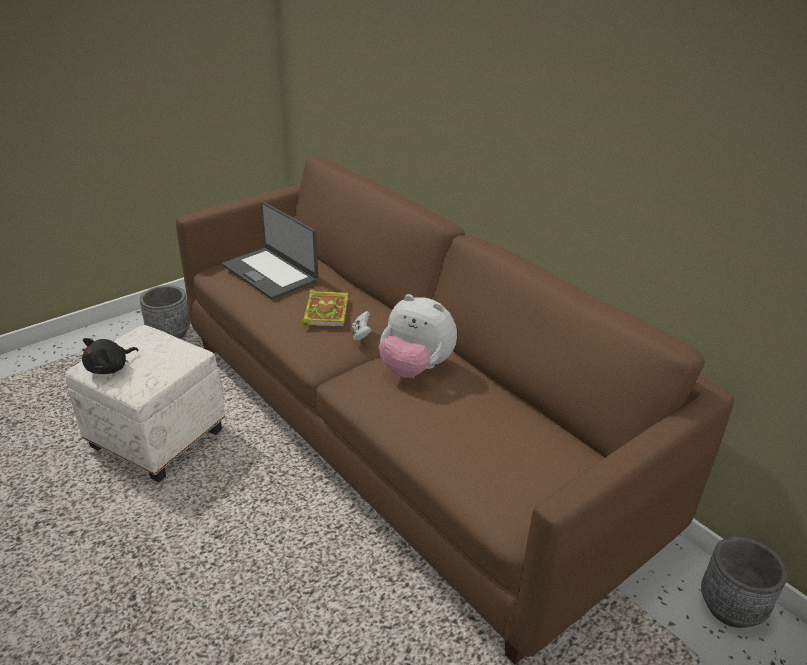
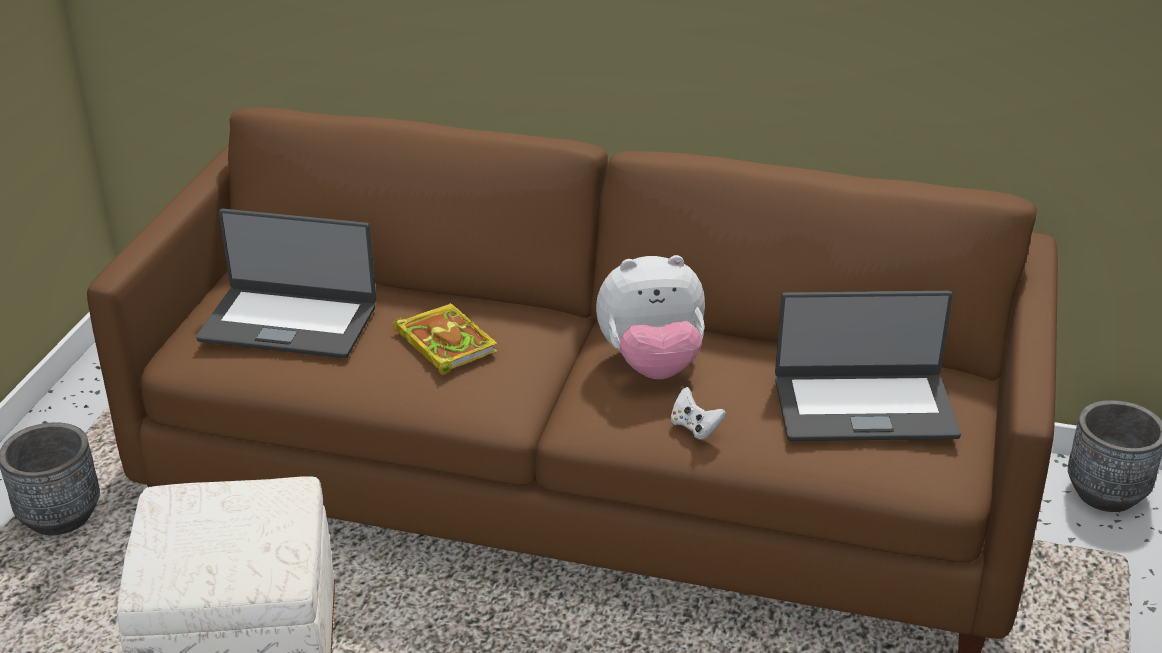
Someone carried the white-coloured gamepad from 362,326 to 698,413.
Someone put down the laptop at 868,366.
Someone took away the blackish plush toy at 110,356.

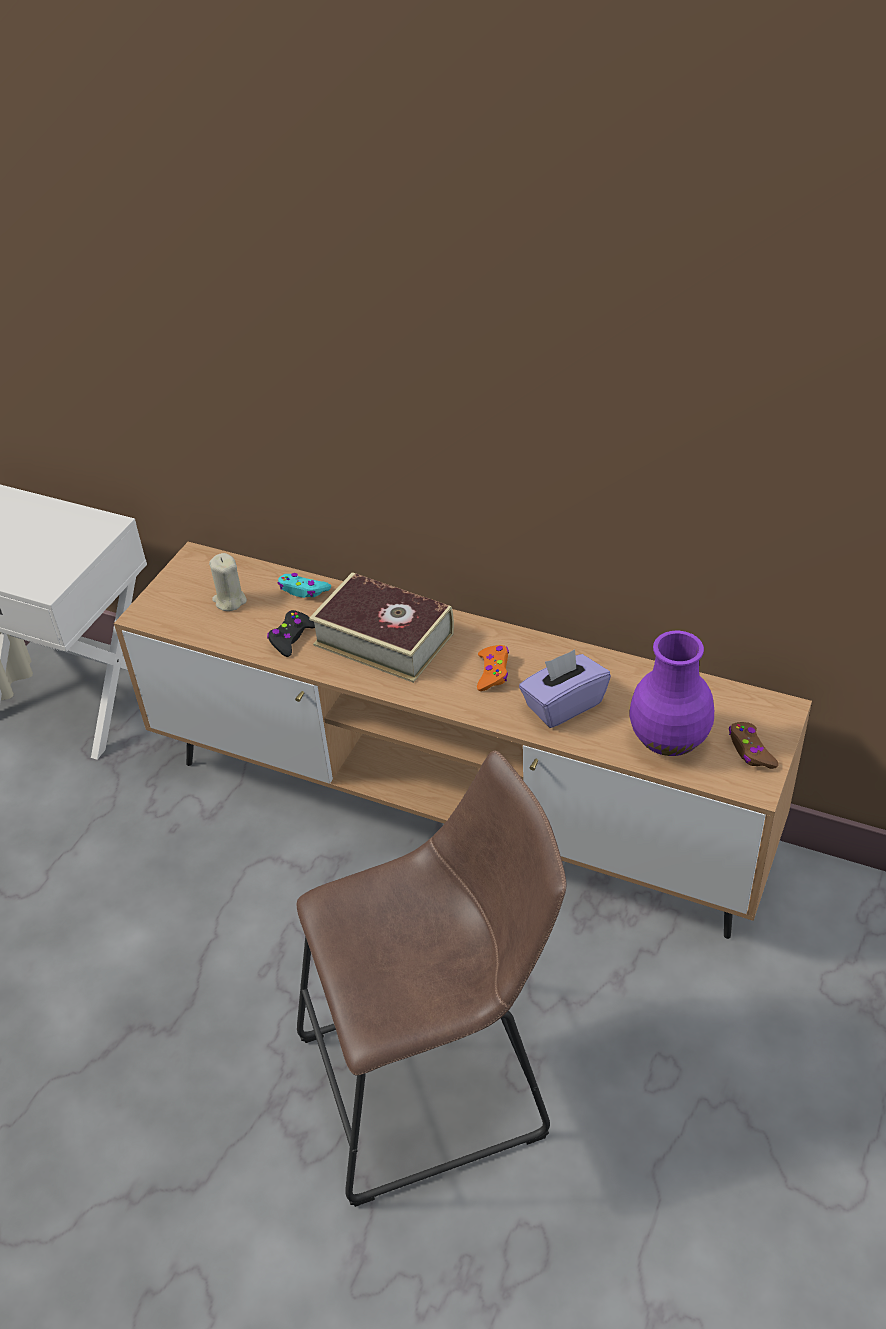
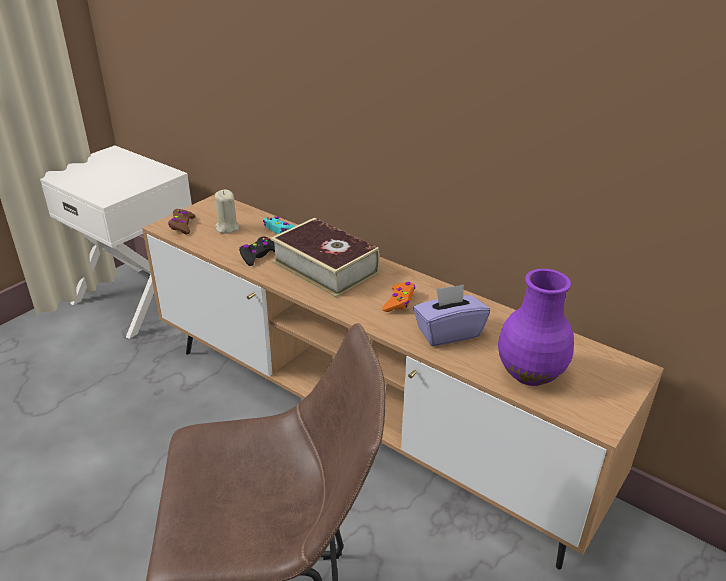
Someone carried the brownish gamepad from 754,745 to 182,221.

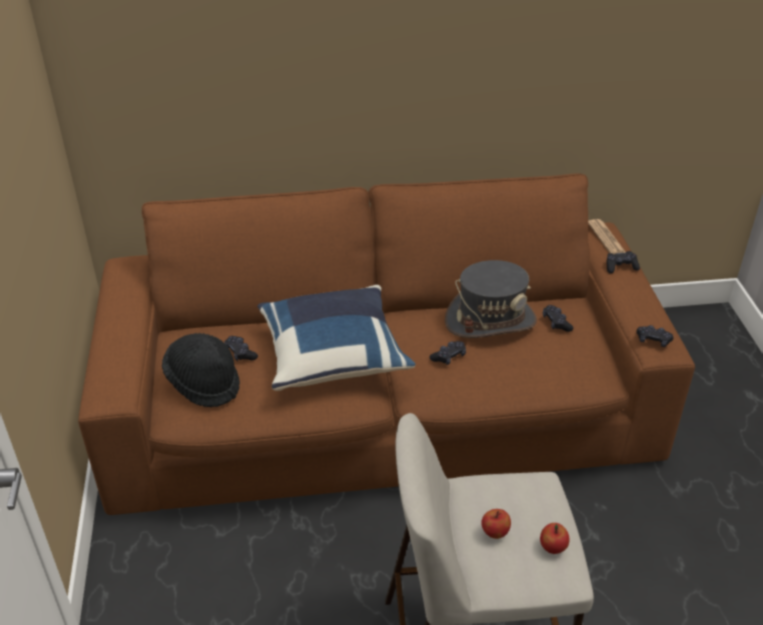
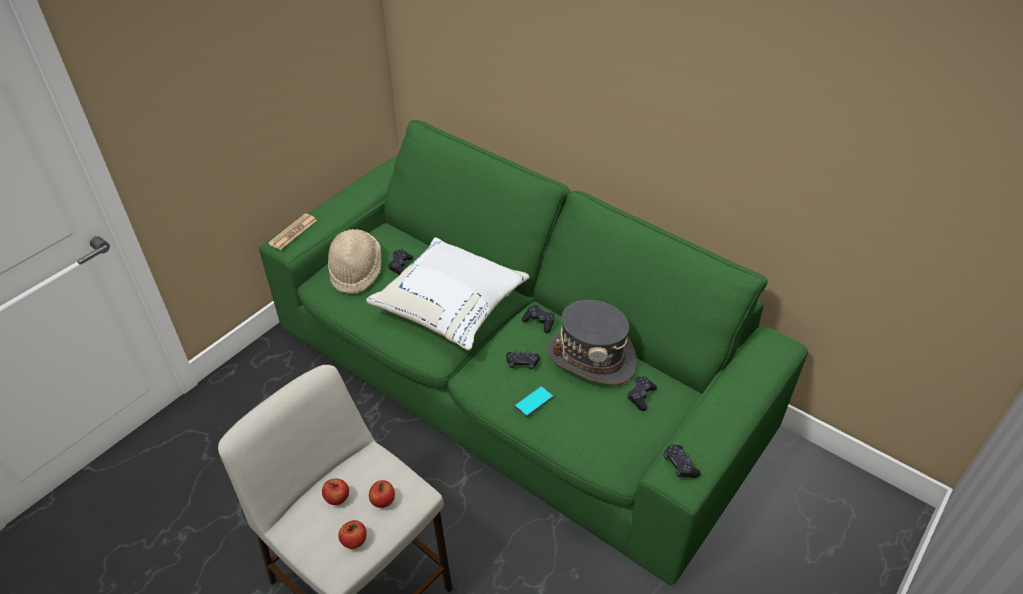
Someone repainted the brownish sofa at 386,344, which became the greenish sofa at 533,352.
Someone carried the daily paper from 607,236 to 292,232.
Someone repainted the blackish clothing hat at 201,370, which became the beige-coloured clothing hat at 354,261.
Someone repainted the blue-coloured cushion at 336,338, which became the white-coloured cushion at 447,294.
Someone put down the whole apple at 382,494.
Someone put down the telephone at 534,401.
Someone carried the blackish gamepad from 623,262 to 538,319.

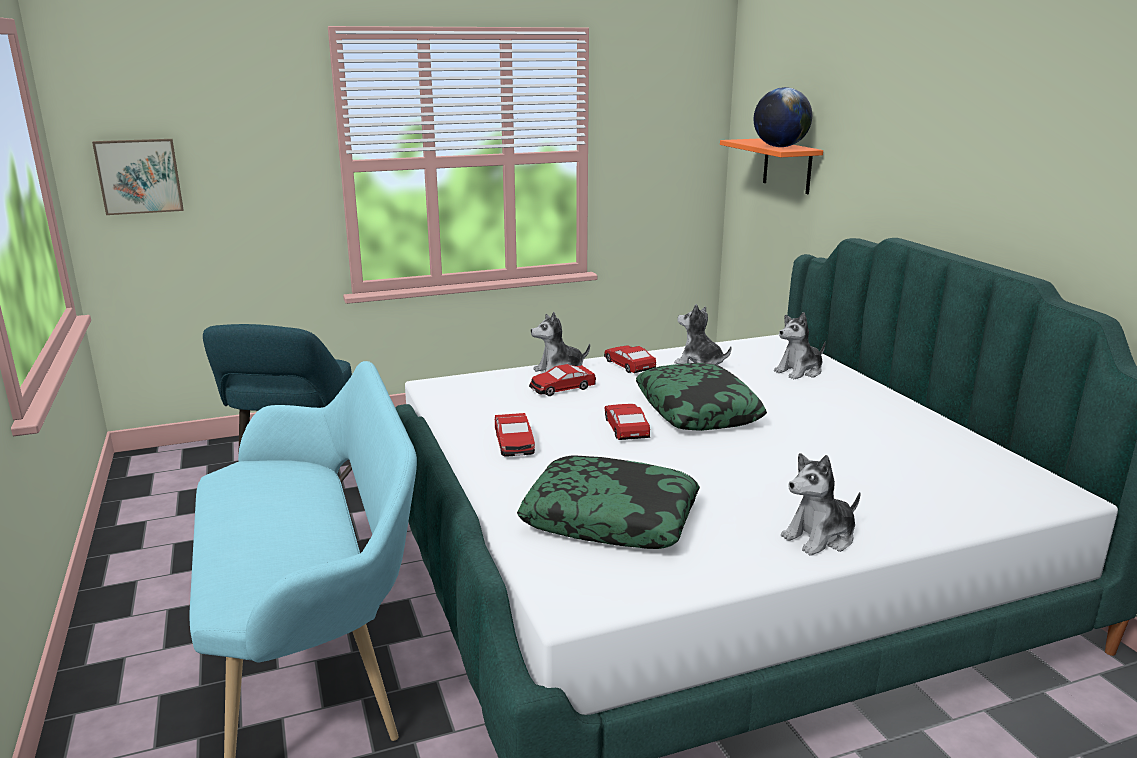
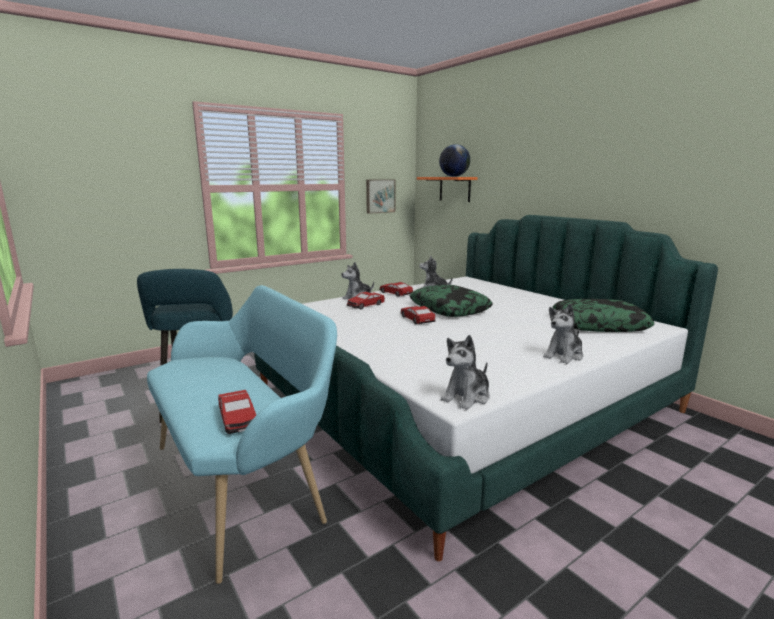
Someone carried the miniature car from 515,435 to 237,412.
Someone carried the picture from 138,177 to 381,197.
Someone carried the plush toy from 800,345 to 465,372.
Someone carried the cushion from 608,502 to 604,315.

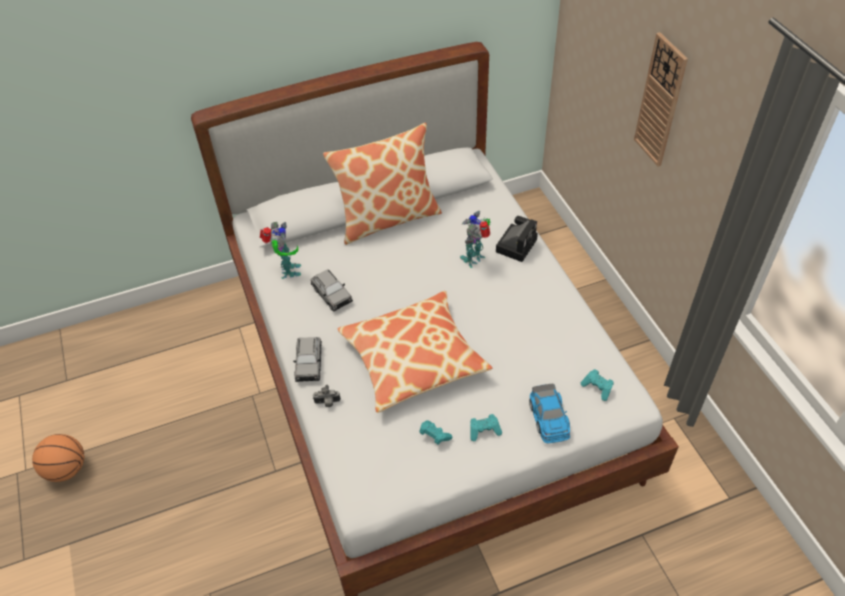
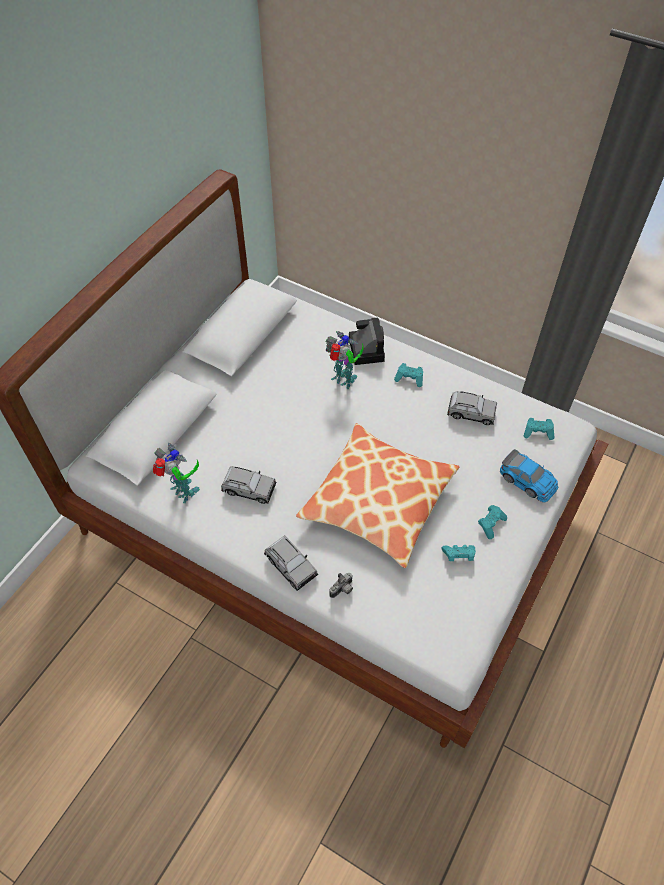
Someone rotated the toy robot at 475,239 by 120 degrees clockwise.
Someone put down the turquoise-coloured gamepad at 408,375.
Someone put down the gray miniature car at 472,408.
Someone took away the ball for basketball at 58,458.
Someone took away the cushion at 382,184.
Someone took away the hanging clock at 661,99.

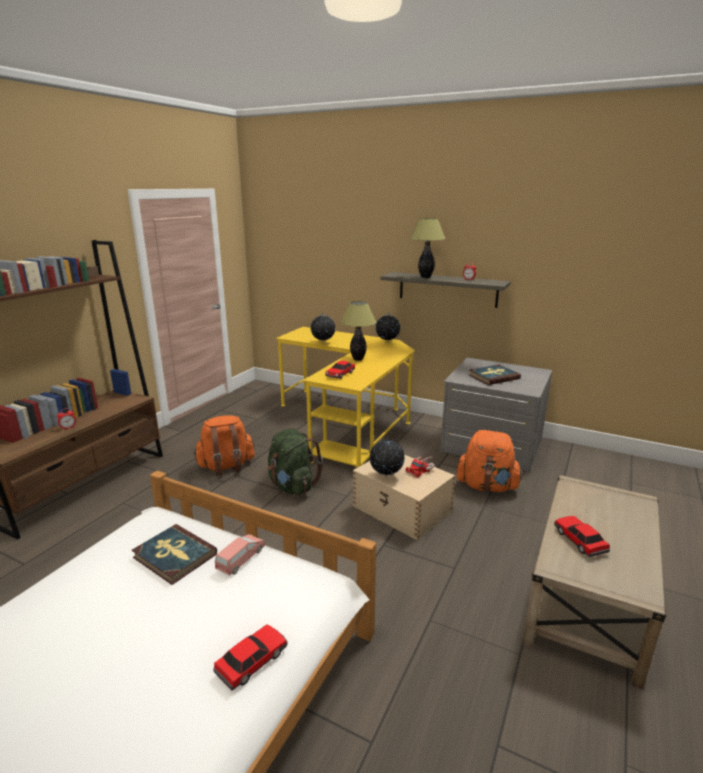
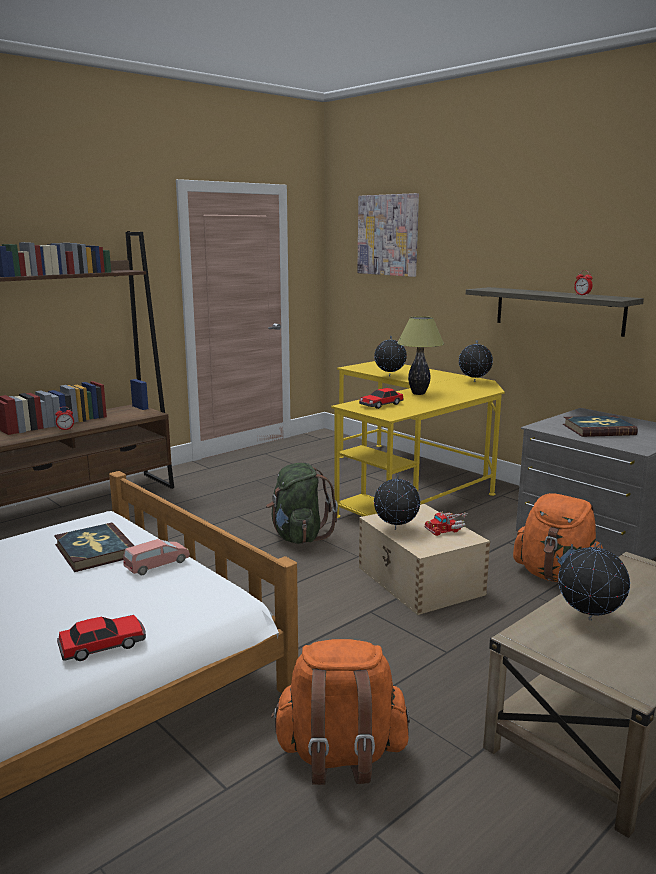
Someone carried the orange backpack from 224,446 to 340,712.
Someone put up the picture at 388,235.
Someone swapped the miniature car at 582,536 for the world globe at 594,581.
Someone took away the lamp for a table at 427,248.

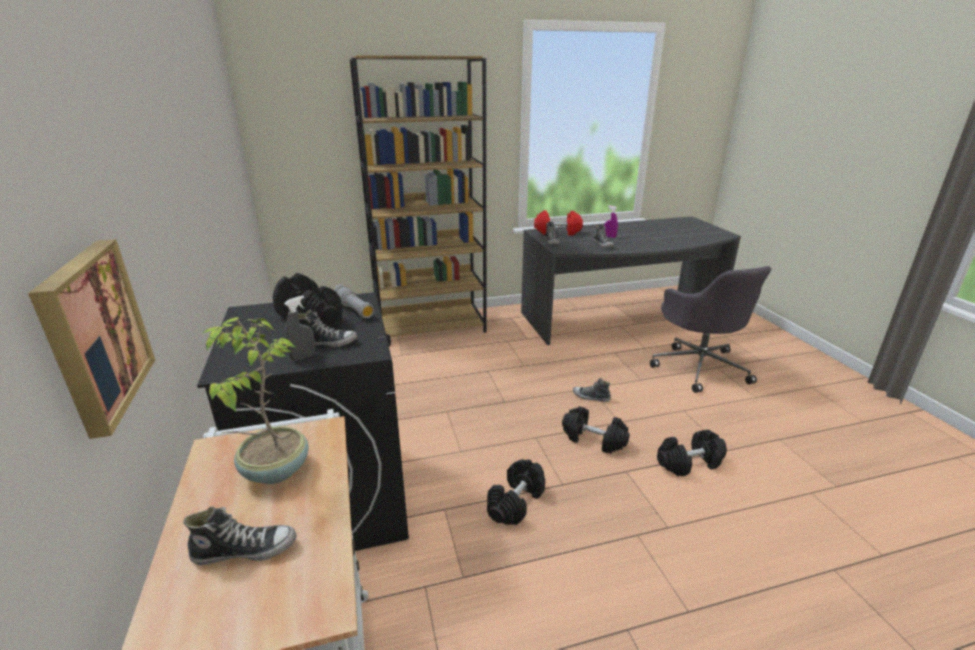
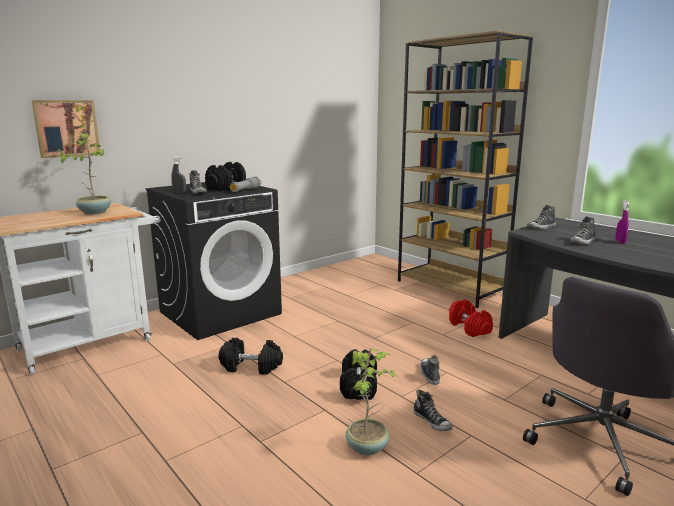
Someone swapped the blackish dumbbell at 692,453 for the plant in a pot at 372,401.
Someone carried the shoe from 239,536 to 432,410.
Someone carried the red dumbbell from 558,223 to 471,318.

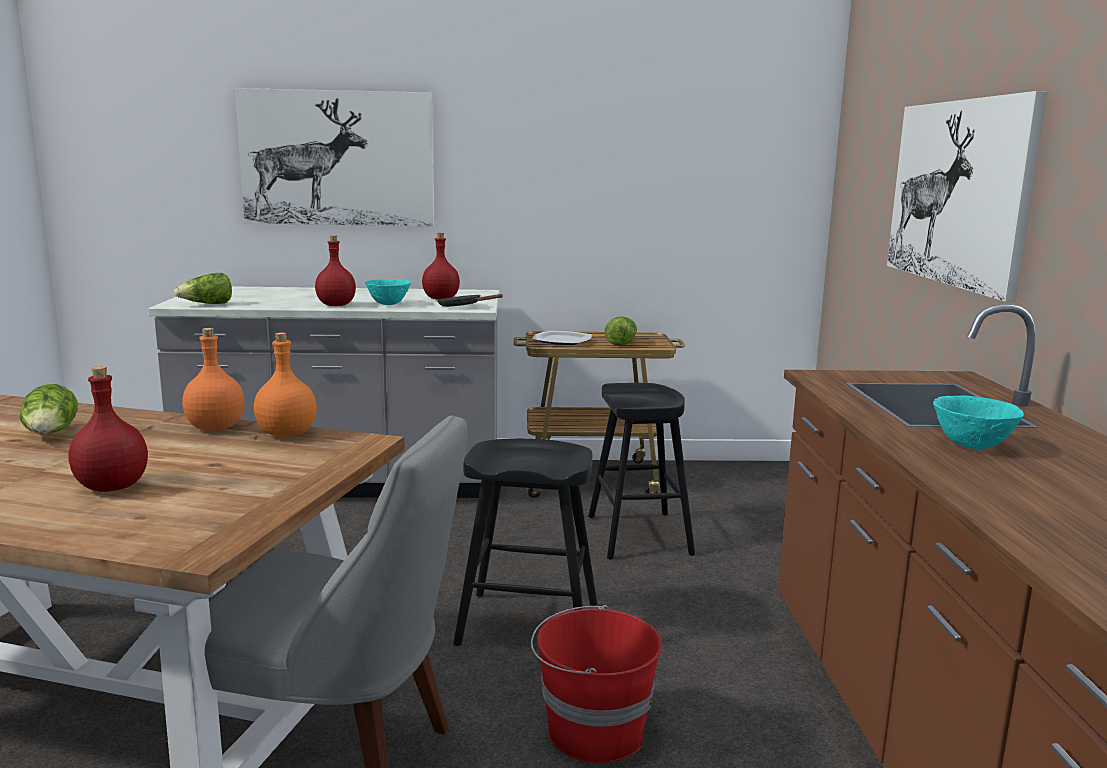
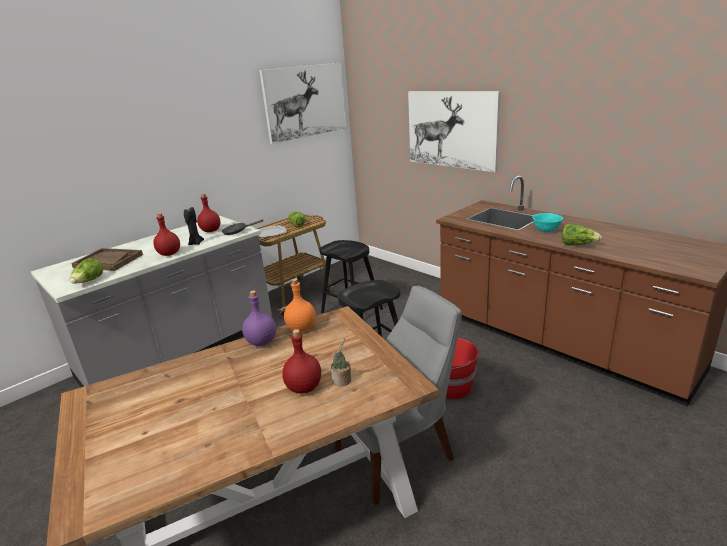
Someone put down the brownish serving tray at 107,259.
Someone swapped the turquoise-coloured serving bowl at 388,292 for the blackish wax light at 194,226.
Someone repainted the orange drink bottle at 213,379, which became the purple-coloured drink bottle at 259,318.
Someone carried the picture from 334,157 to 302,103.
Someone put down the plant in a pot at 340,362.
Someone carried the head of lettuce from 49,409 to 582,234.

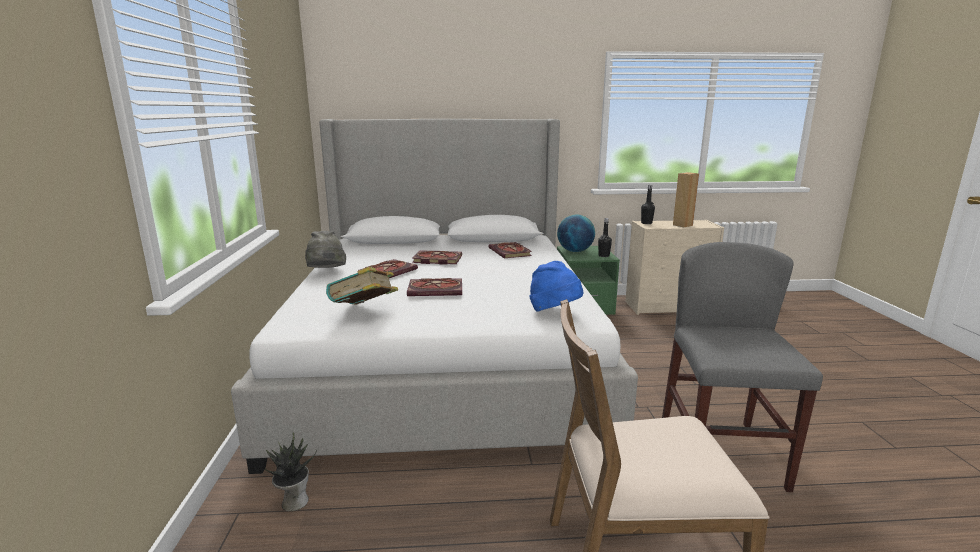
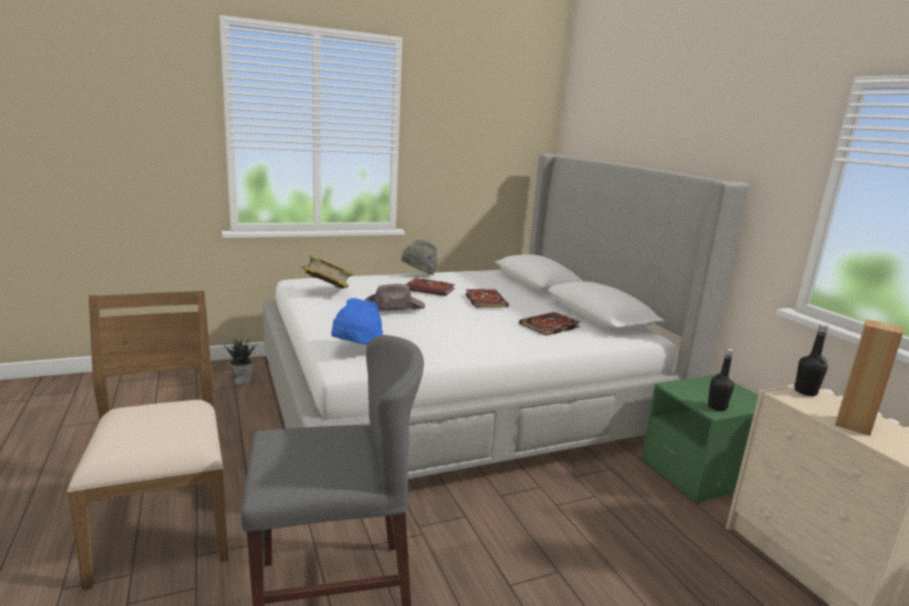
Someone swapped the book at 434,287 for the brownish clothing hat at 395,297.
Someone took away the world globe at 576,233.

